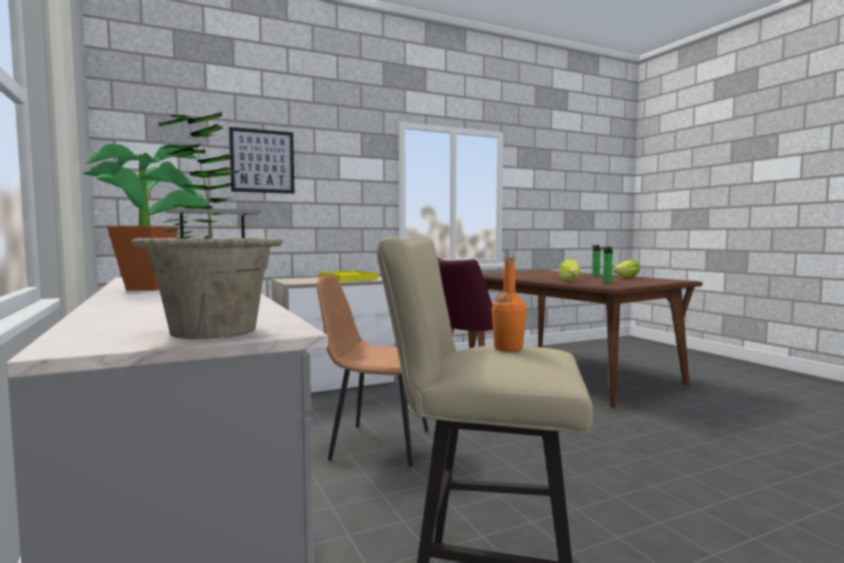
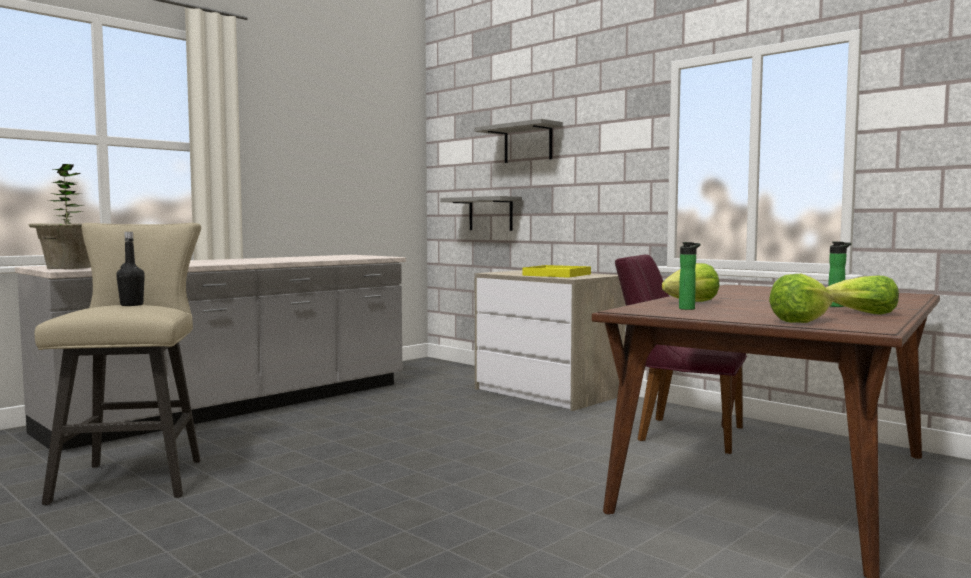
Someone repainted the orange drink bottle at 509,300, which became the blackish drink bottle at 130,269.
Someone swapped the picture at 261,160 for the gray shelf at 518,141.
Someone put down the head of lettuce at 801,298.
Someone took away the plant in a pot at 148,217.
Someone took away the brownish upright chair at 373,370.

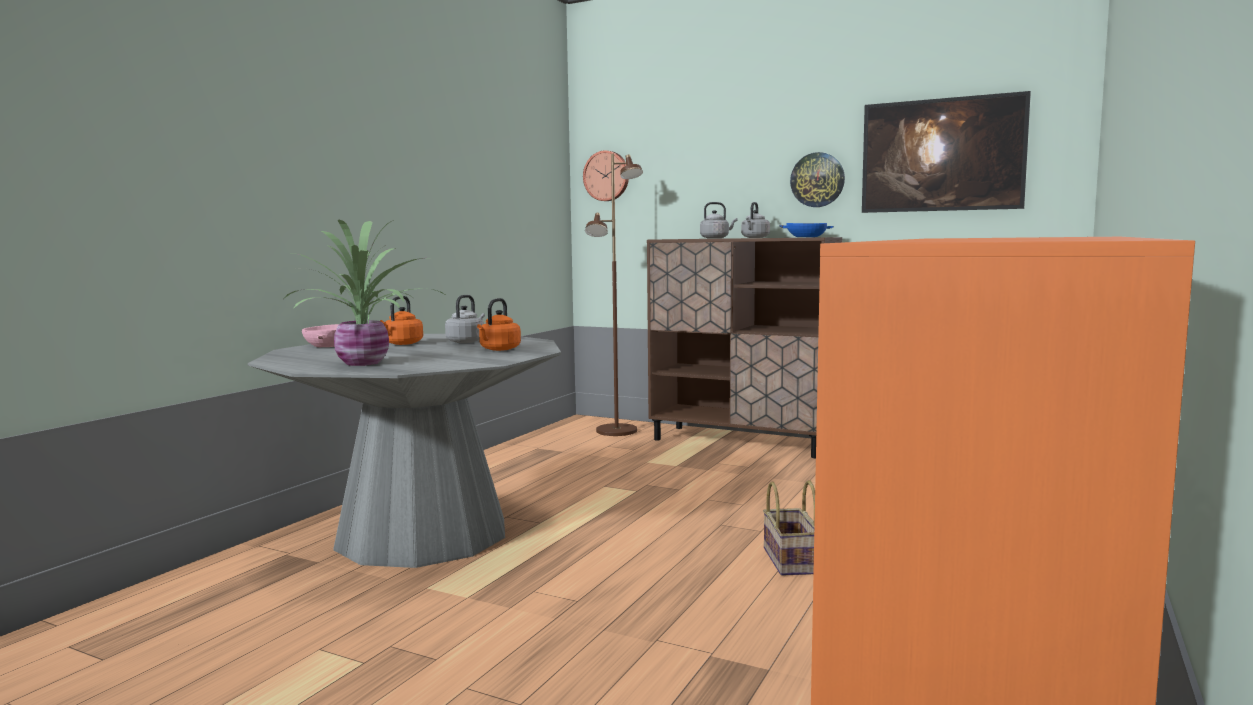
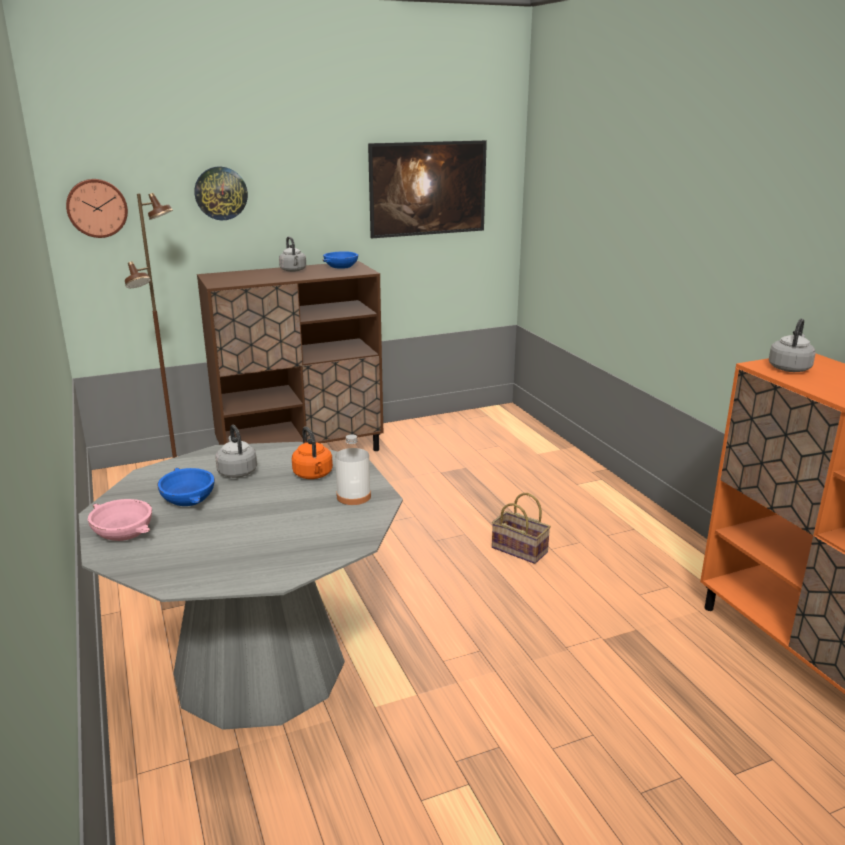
Someone swapped the orange kettle at 401,320 for the blue-coloured serving bowl at 186,487.
Someone carried the hanging clock from 817,179 to 221,193.
Someone put down the white-coloured drink bottle at 353,469.
Someone carried the gray kettle from 718,220 to 792,345.
Someone took away the plant in a pot at 365,292.

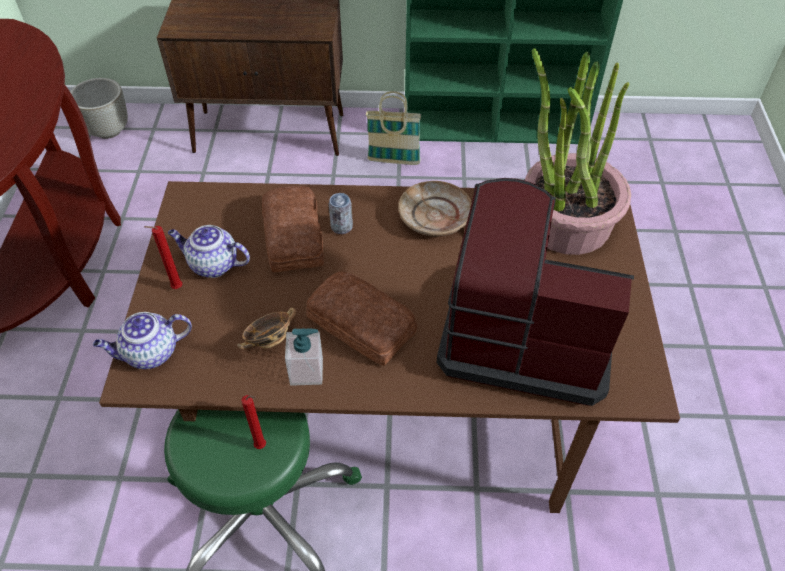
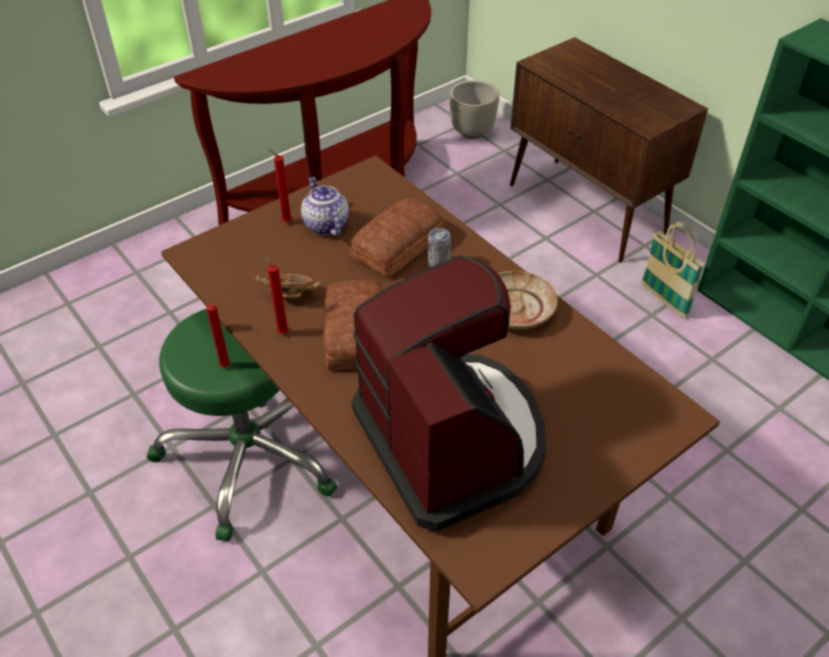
Someone swapped the liquid soap bottle at 304,357 for the red wax light at 276,294.
Someone took away the pot for tea at 142,340.
Someone took away the plant in a pot at 578,151.

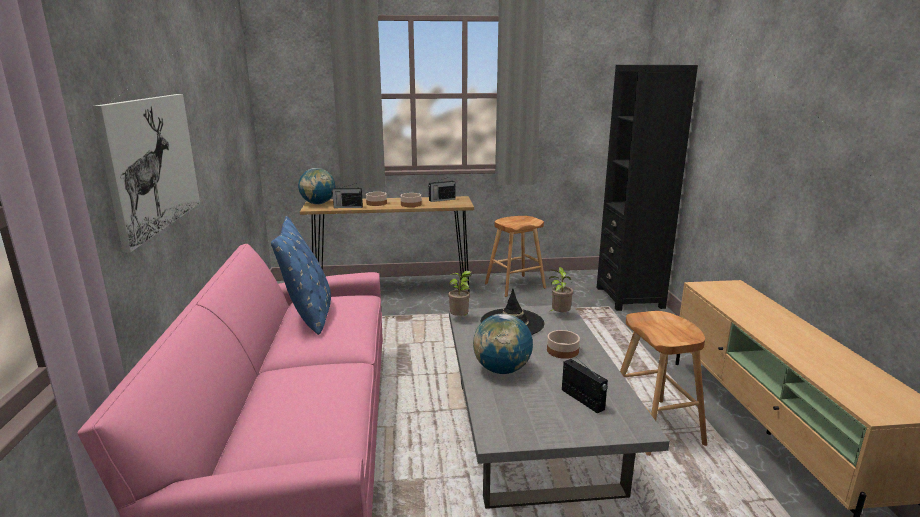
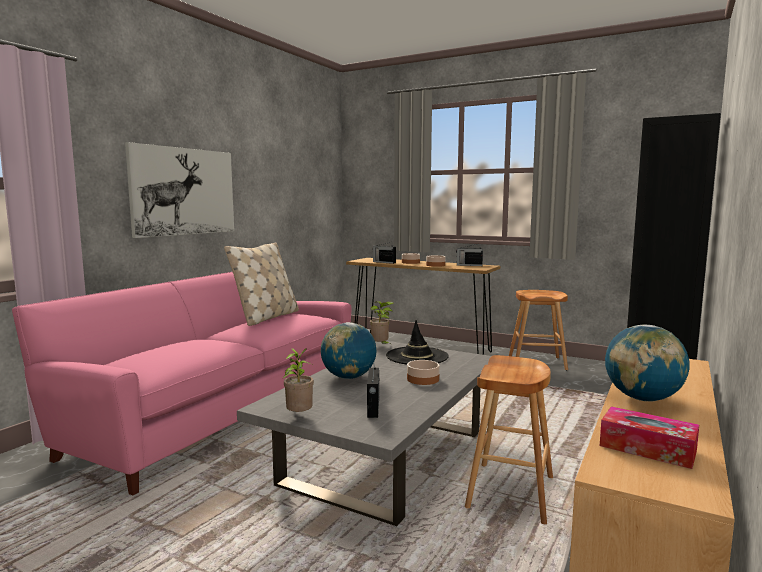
Someone repainted the blue-coloured cushion at 301,275, which became the beige-coloured cushion at 261,284.
Someone carried the plant in a pot from 561,289 to 298,380.
Someone put down the box of tissues at 649,437.
Someone carried the world globe from 316,186 to 647,363.

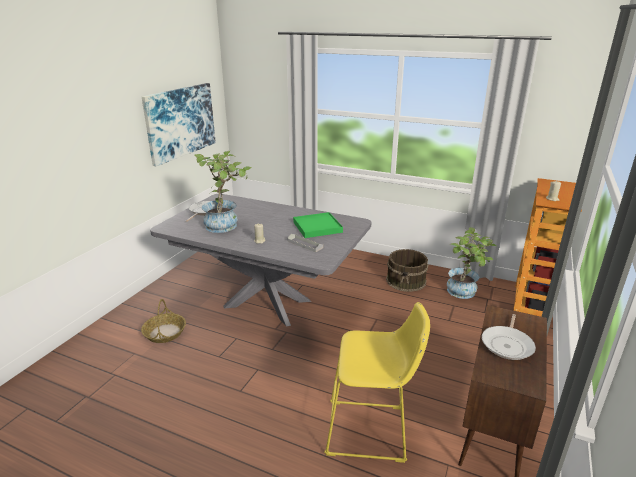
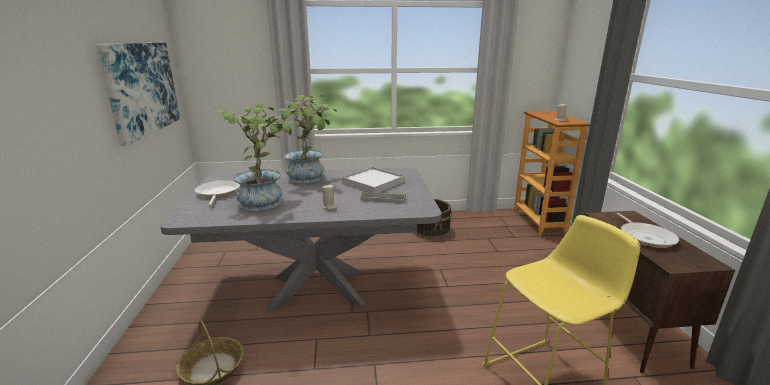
Someone carried the plant in a pot from 472,263 to 308,139.
Someone repainted the greenish serving tray at 318,225, which became the white-coloured serving tray at 372,180.

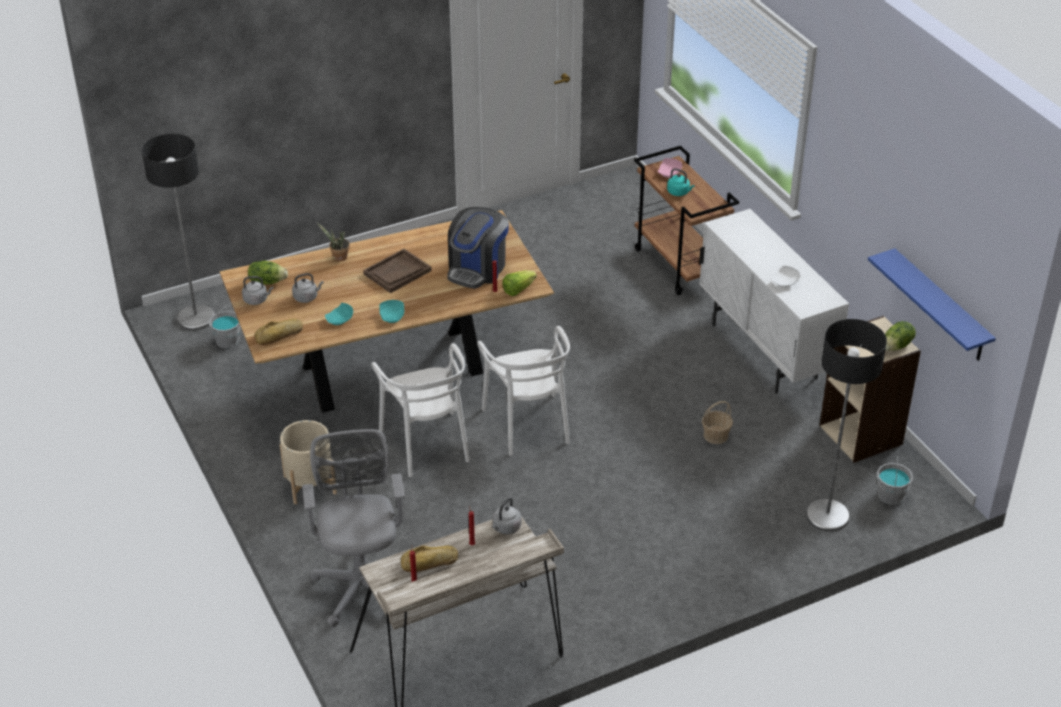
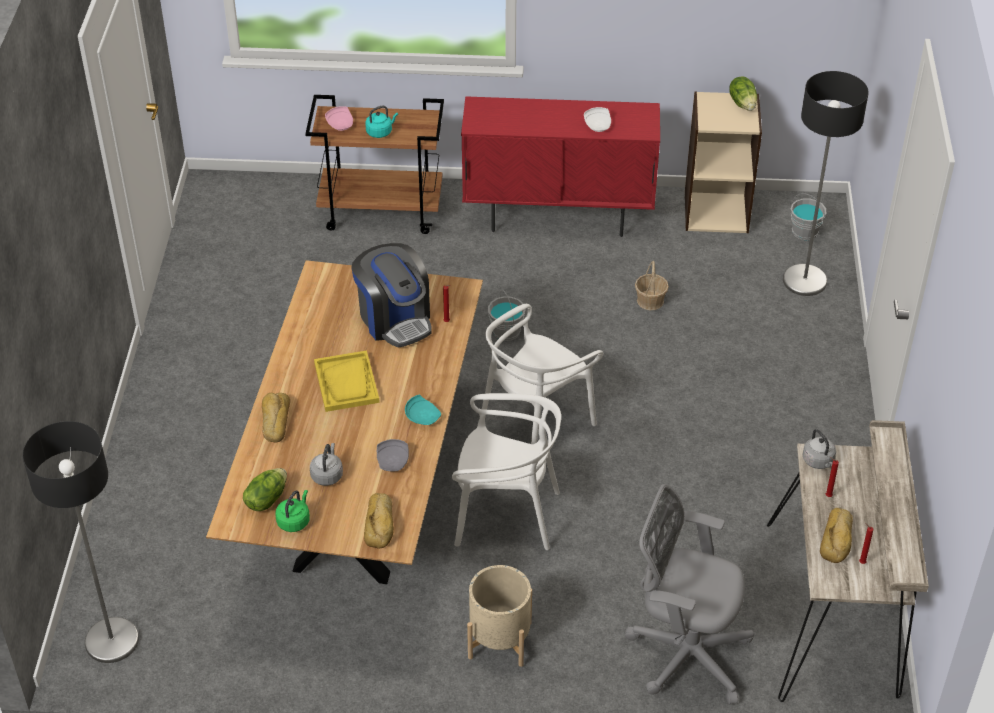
Someone swapped the plant in a pot at 333,242 for the bread at 276,417.
Someone repainted the gray kettle at 258,290, which became the greenish kettle at 292,511.
Someone repainted the brownish serving tray at 397,271, which became the yellow-coloured serving tray at 347,381.
Someone repainted the turquoise-coloured dinner plate at 339,314, which became the gray dinner plate at 393,455.
Someone repainted the white-coloured cabinet at 774,301, which became the red cabinet at 560,166.
Someone rotated the white-coloured upright chair at 523,391 by 120 degrees clockwise.
Someone carried the gray pail from 224,327 to 507,315.
Someone took away the head of lettuce at 519,283.
Someone took away the blue-coloured shelf at 932,304.

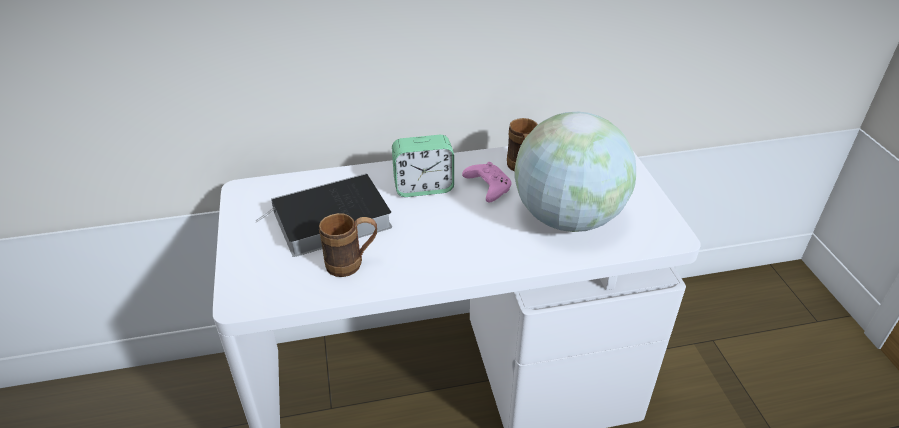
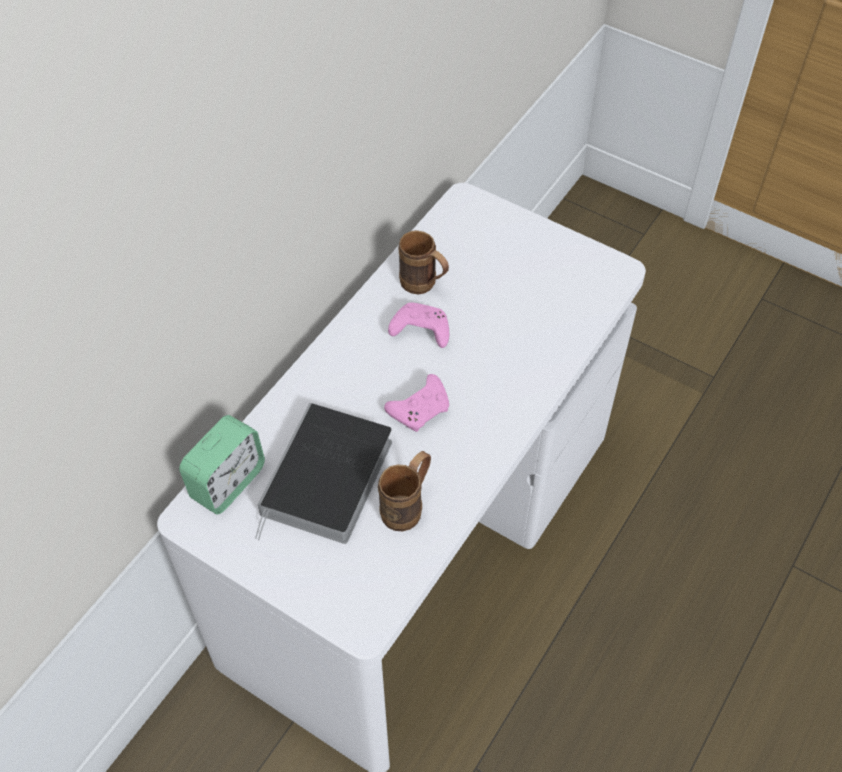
Someone carried the table clock from 423,166 to 222,464.
Someone put down the pink gamepad at 416,403.
Someone took away the world globe at 575,172.

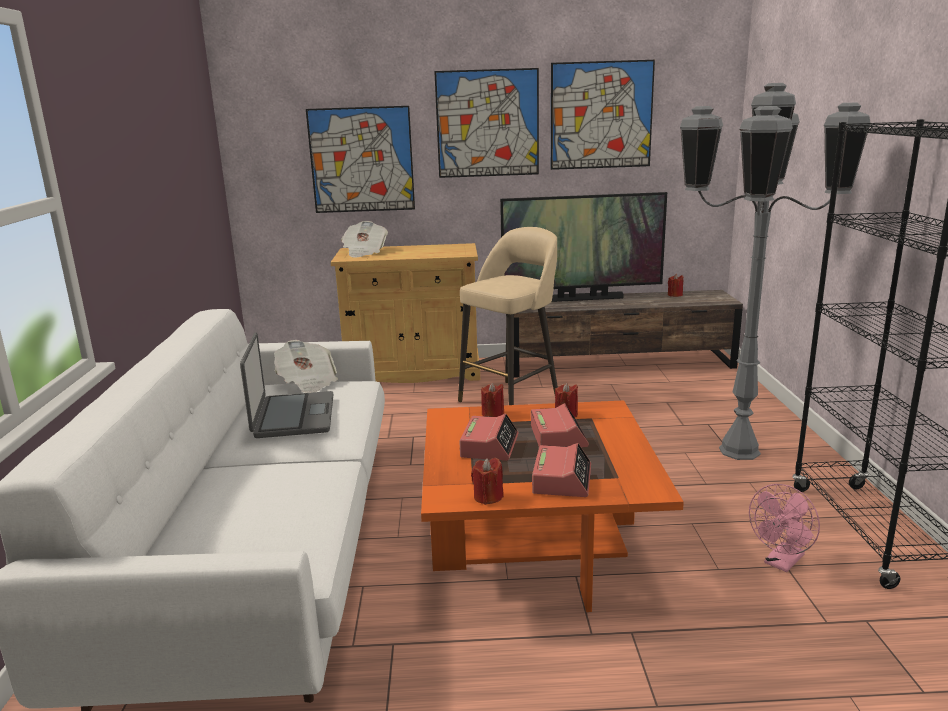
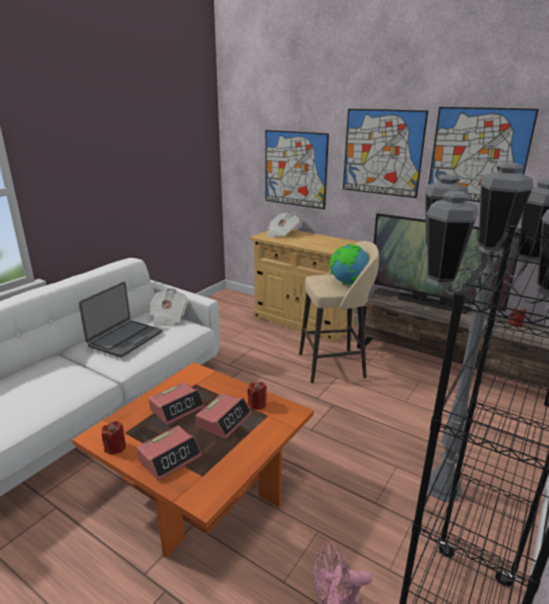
Someone put down the world globe at 349,264.
Someone took away the red wax light at 492,399.

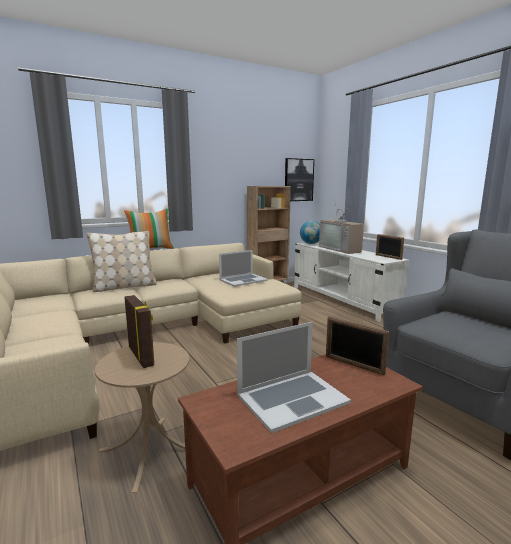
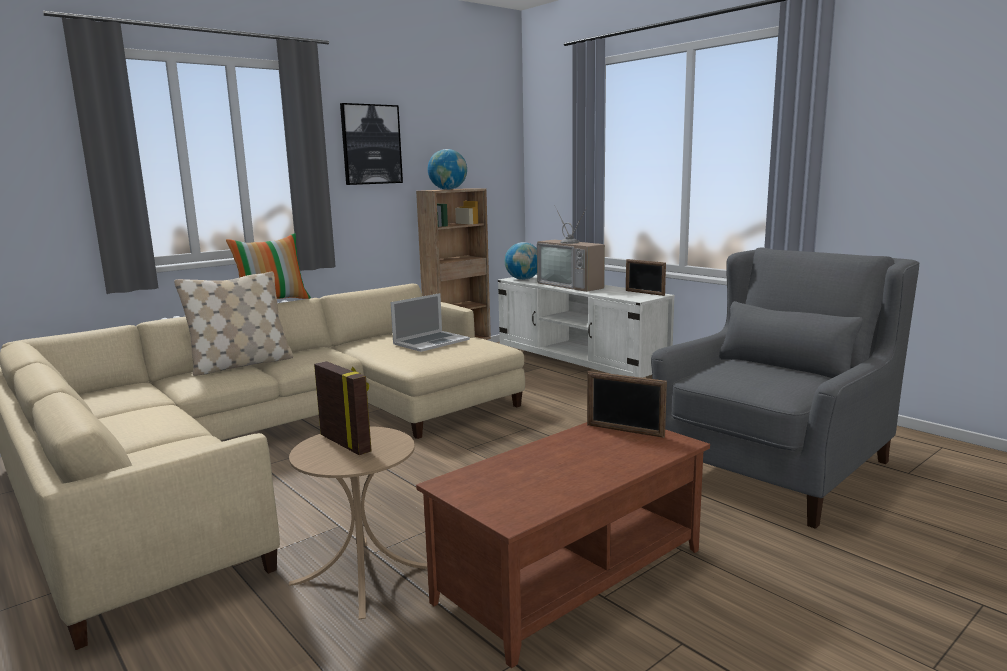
Someone carried the picture from 299,179 to 371,144.
Someone put down the world globe at 447,169.
Someone took away the laptop at 294,377.

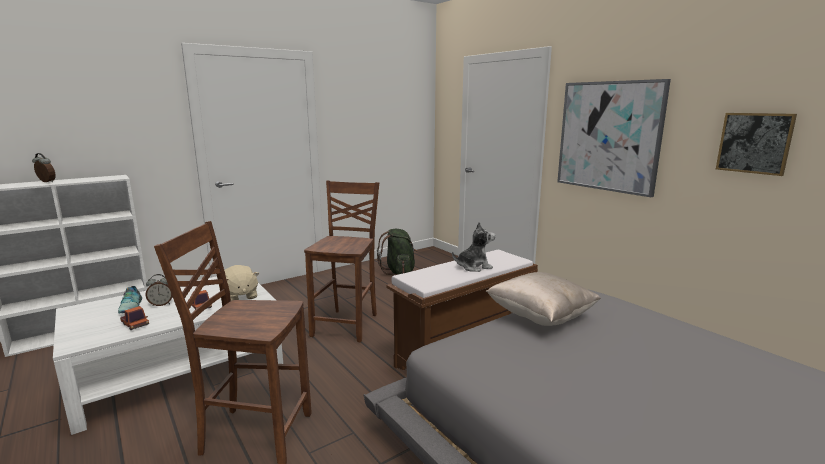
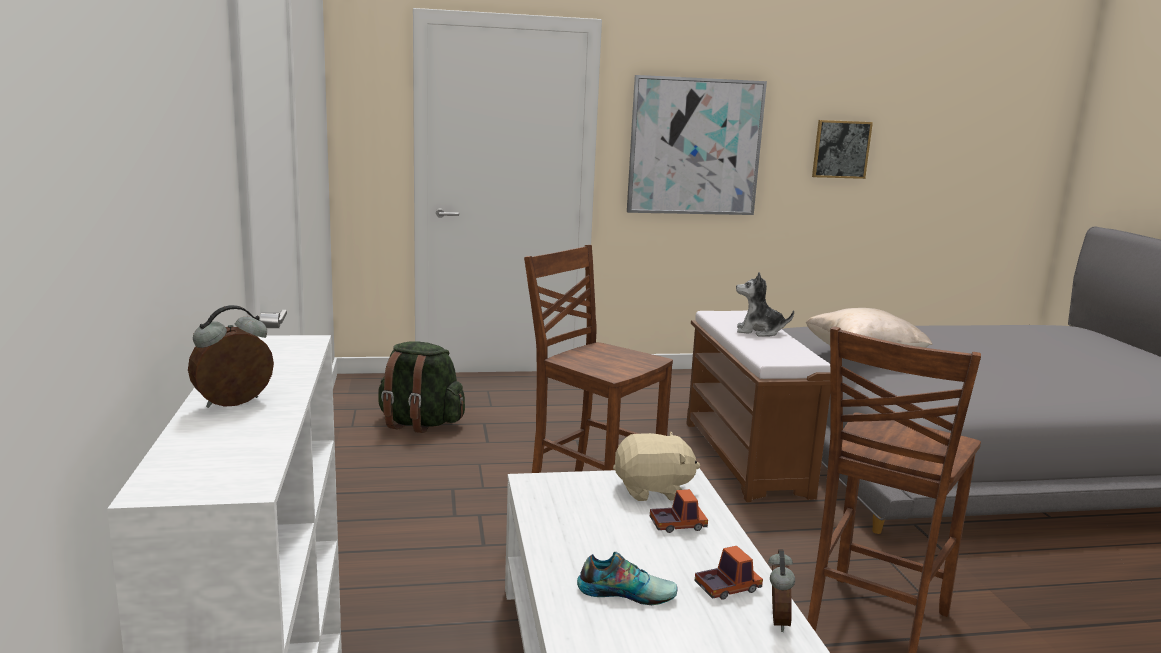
Someone rotated the plush toy at 473,247 by 90 degrees counterclockwise.
Someone carried the table clock from 159,290 to 781,590.

